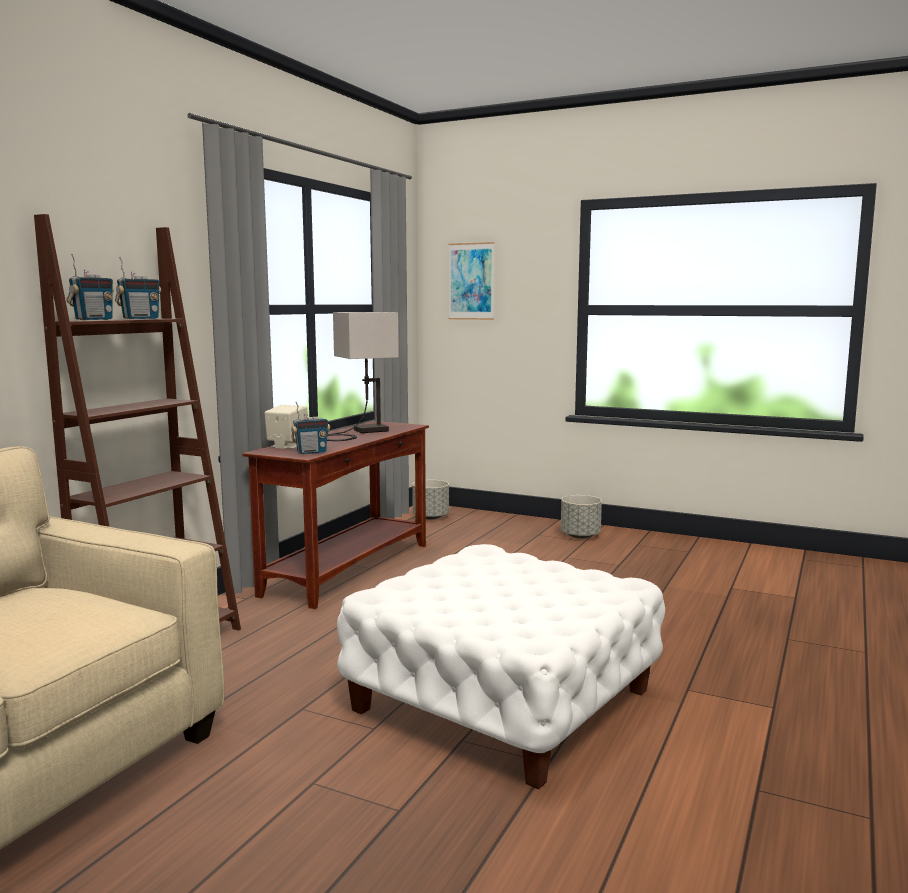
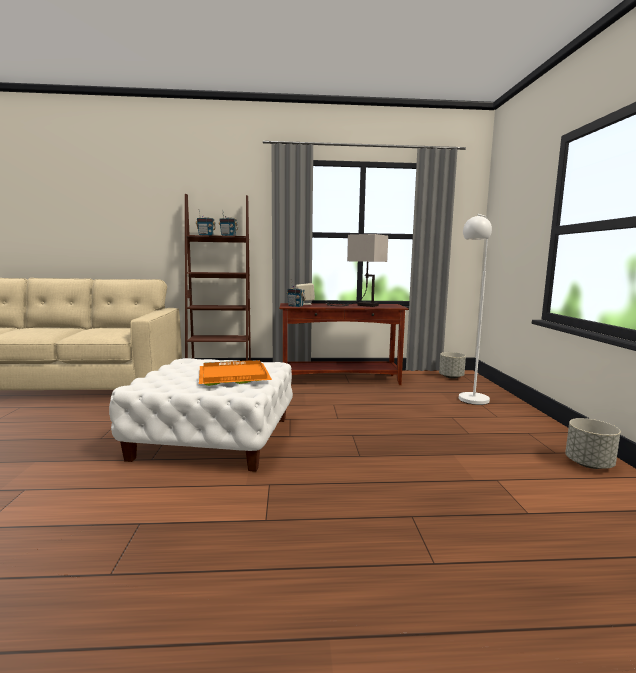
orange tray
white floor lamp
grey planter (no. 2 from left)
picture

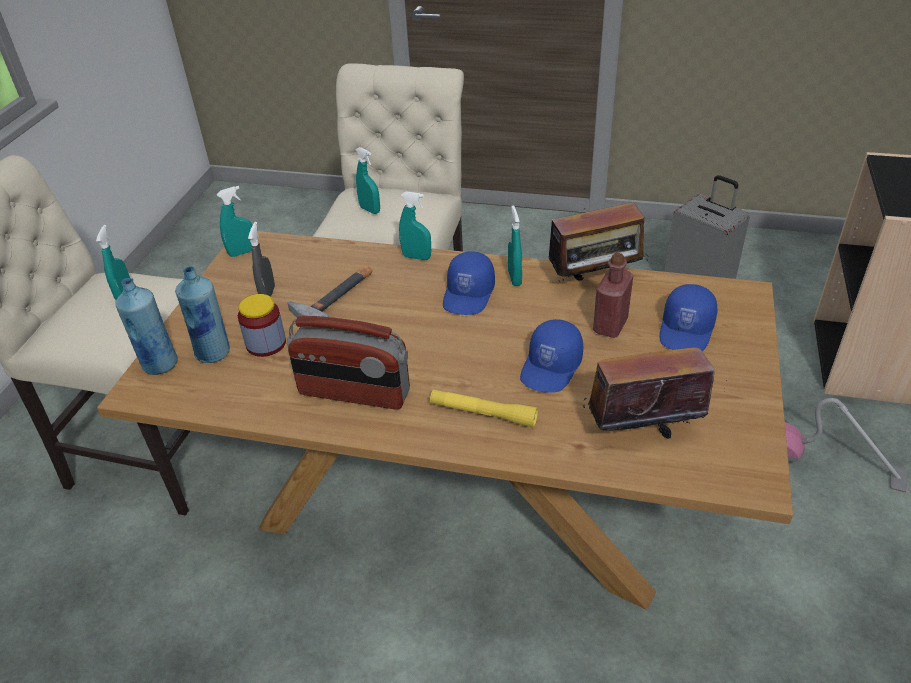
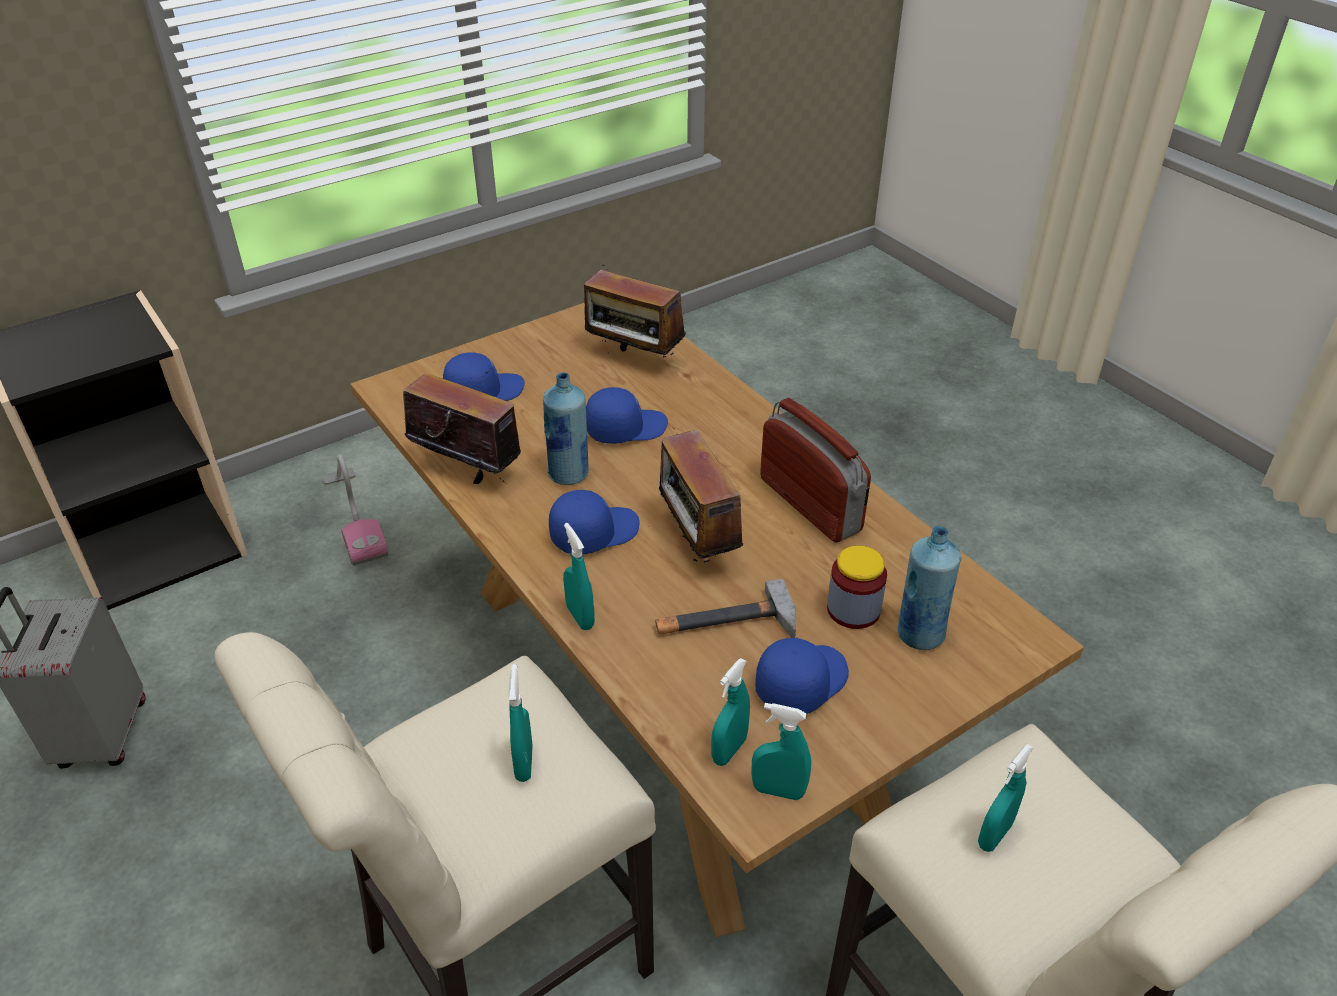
blue bottle (no. 1 from left)
radio (no. 3 from left)
turquoise spray bottle (no. 3 from left)
blue cap (no. 4 from left)
yellow flashlight
red bottle

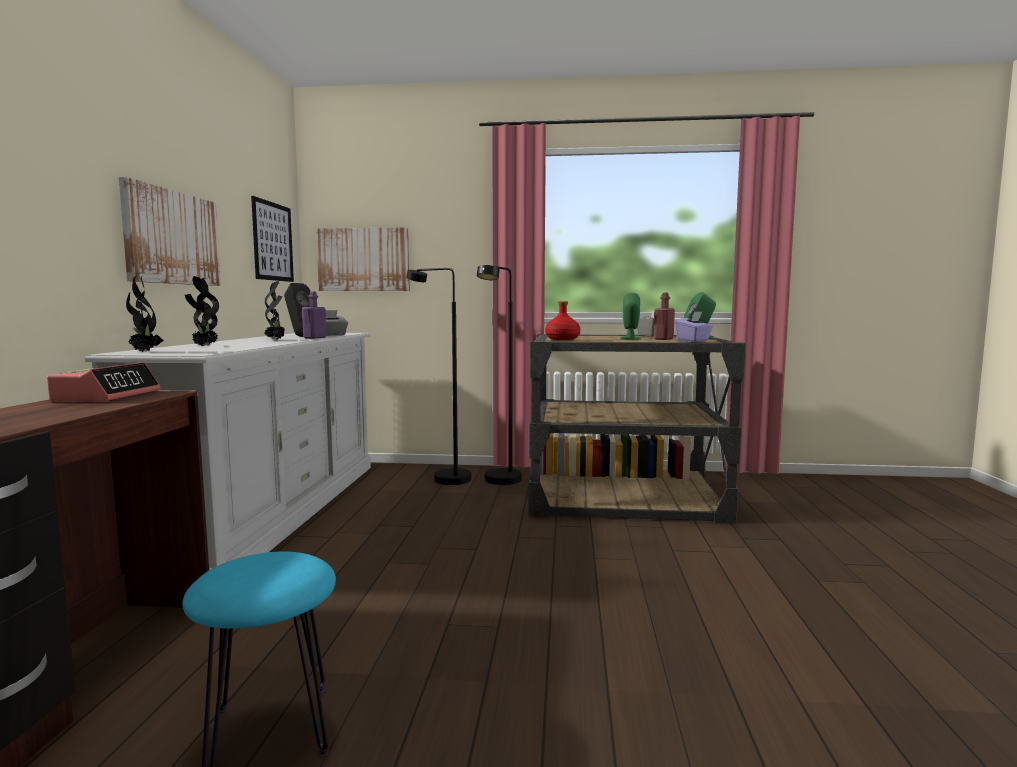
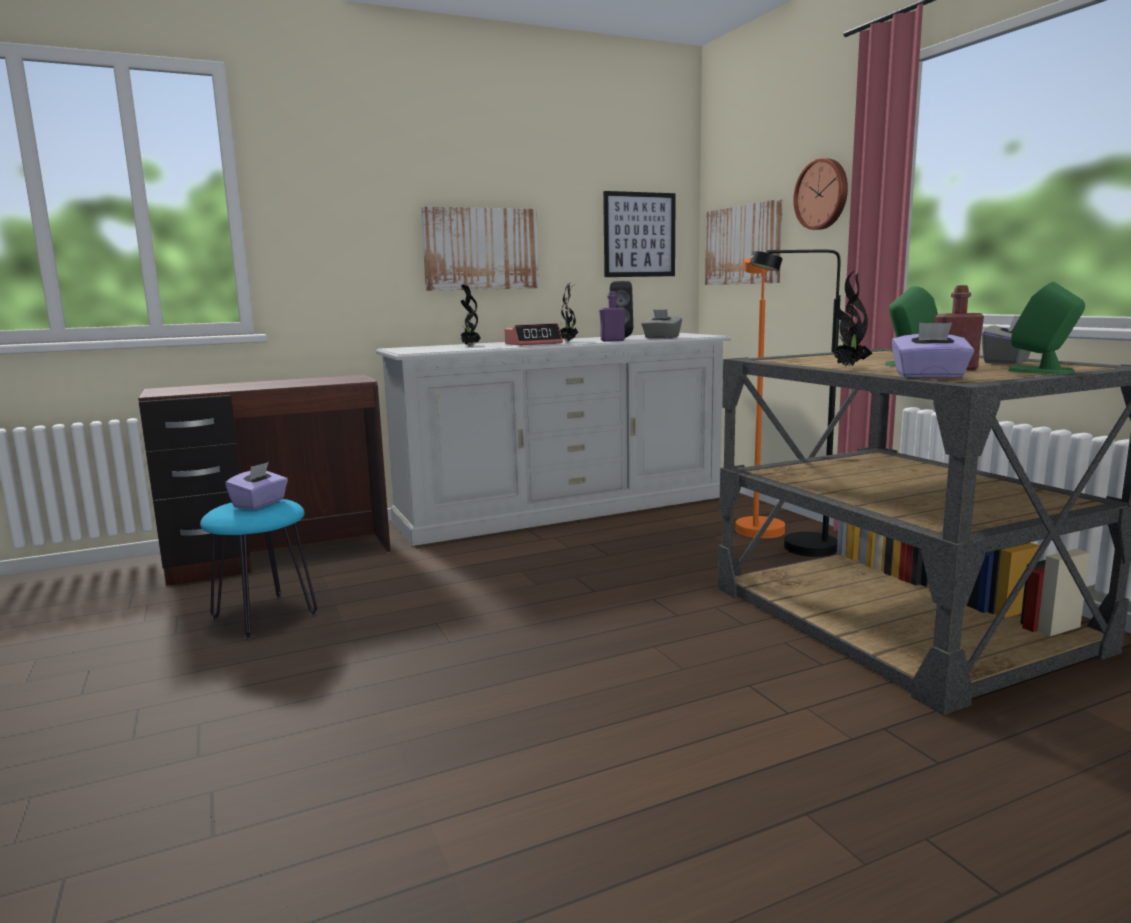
purple tissue box (no. 1 from left)
alarm clock
orange floor lamp
wall clock
potted plant (no. 3 from left)
red bottle (no. 1 from left in the first image)

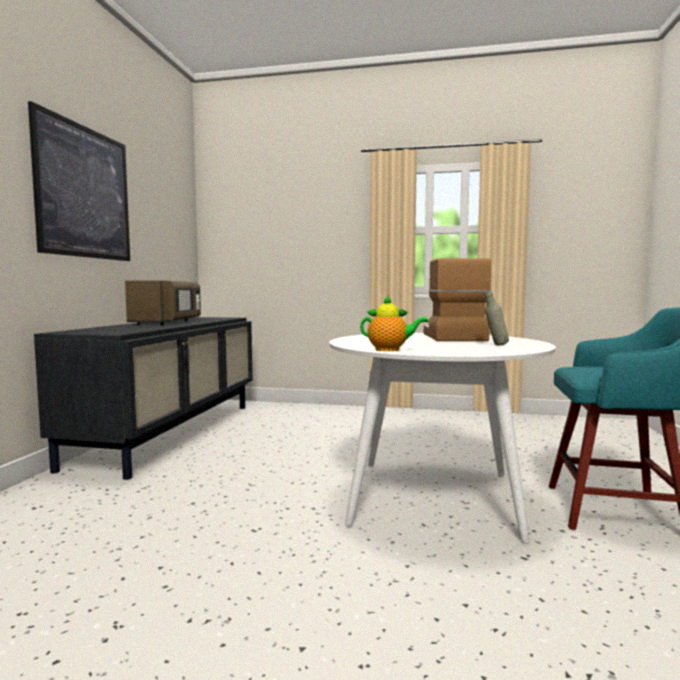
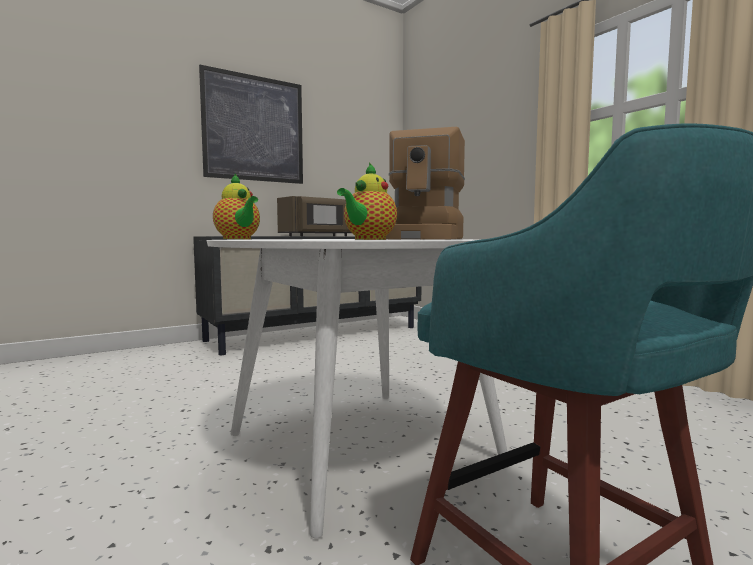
teapot (no. 2 from left)
coffee machine

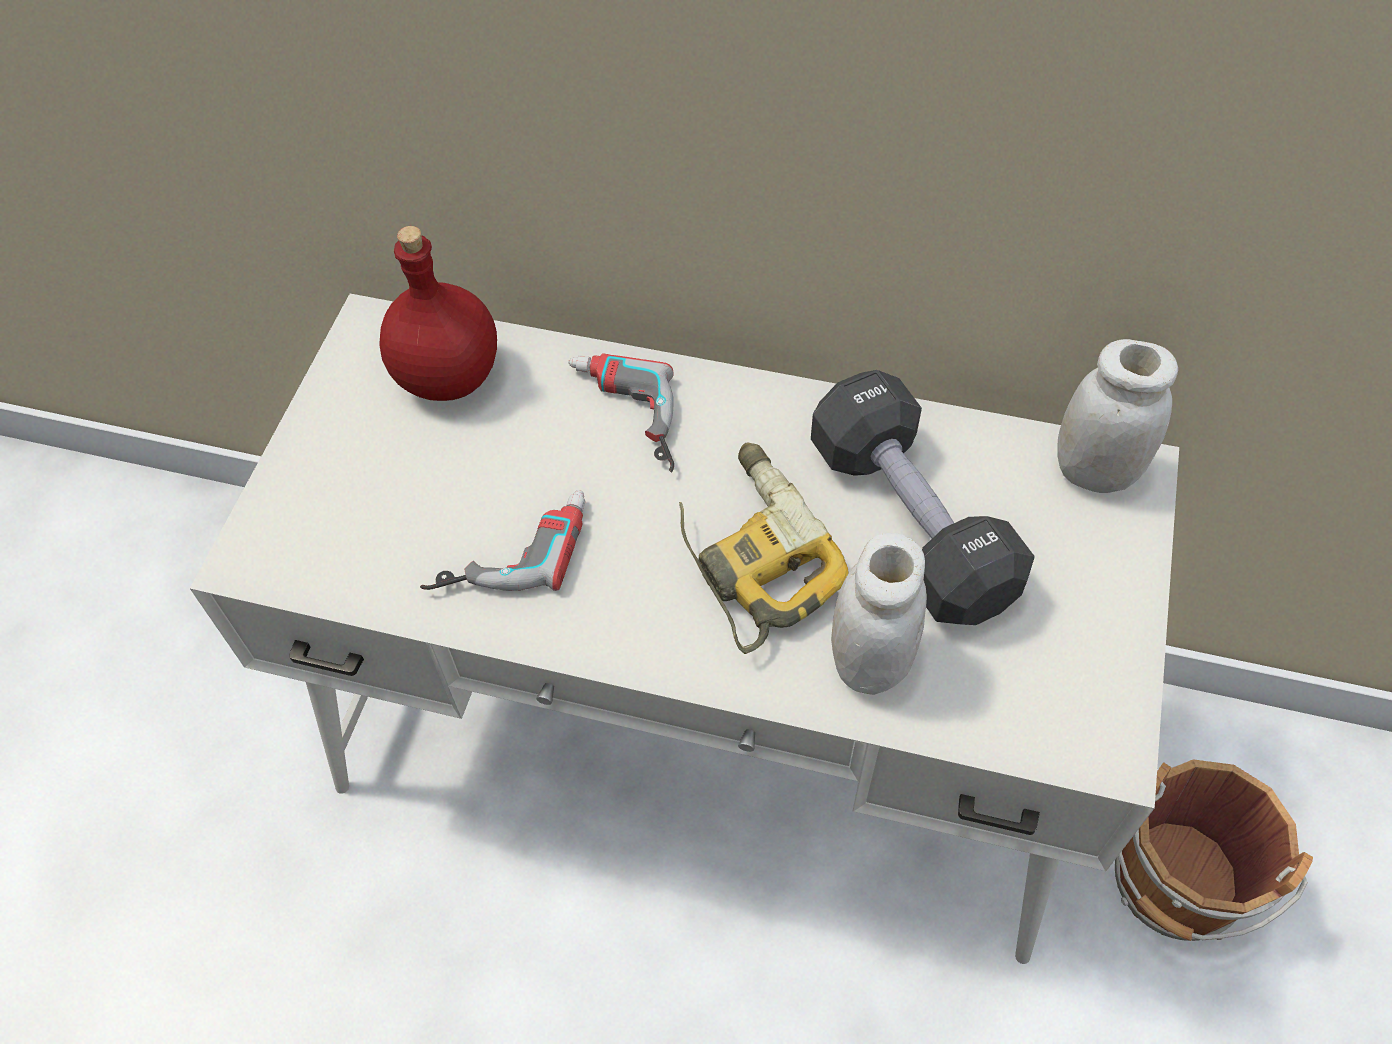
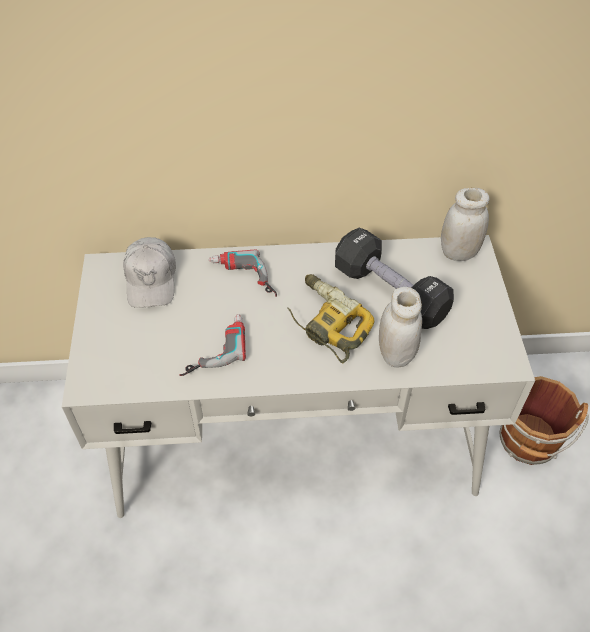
white cap

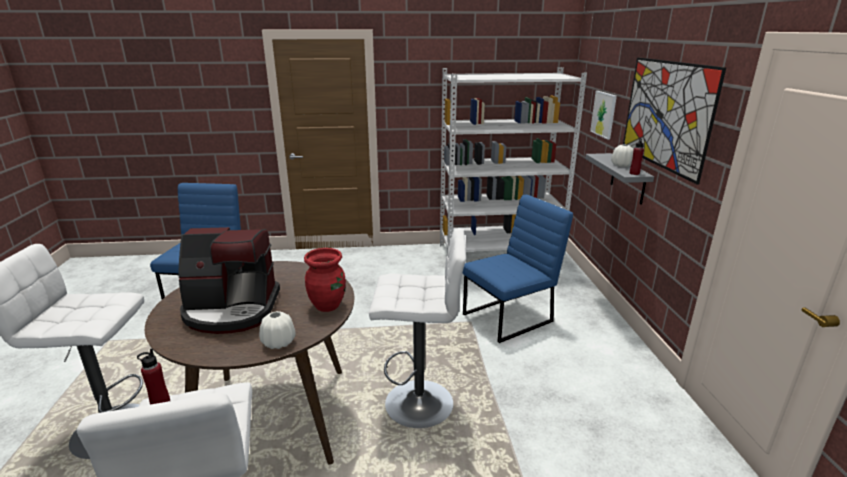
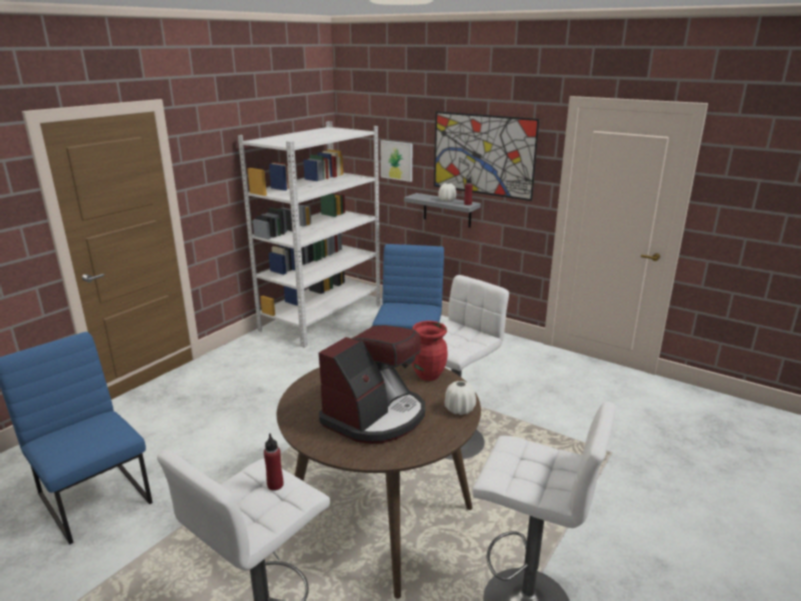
red bottle (no. 1 from left)

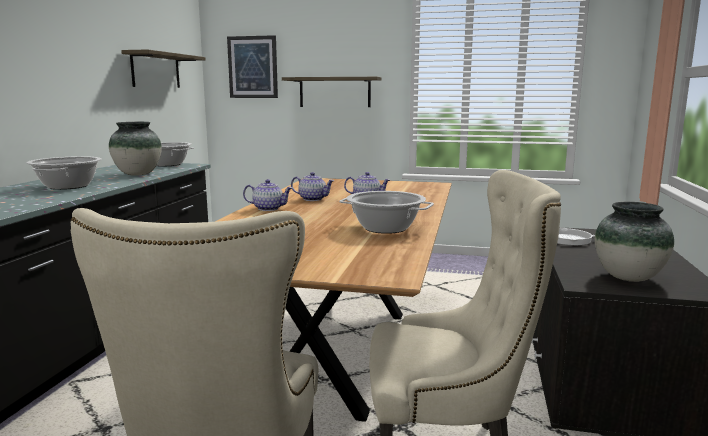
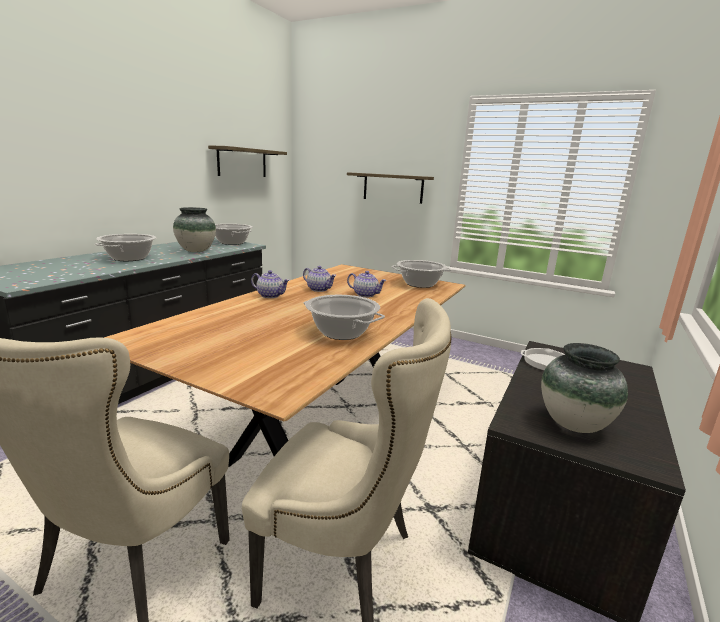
cooking pot (no. 4 from left)
picture

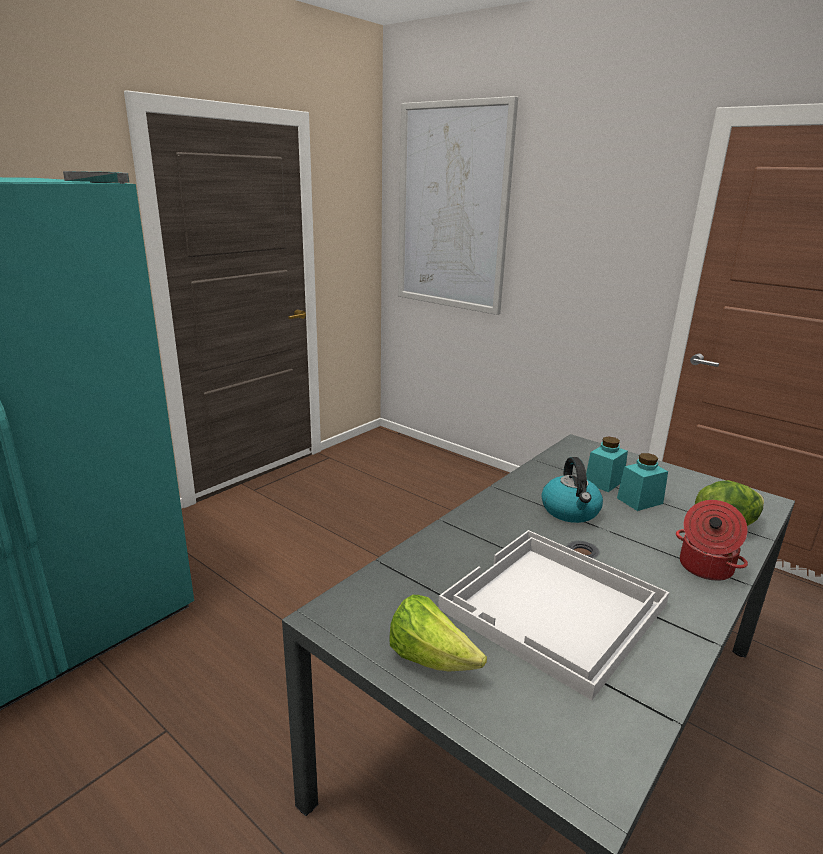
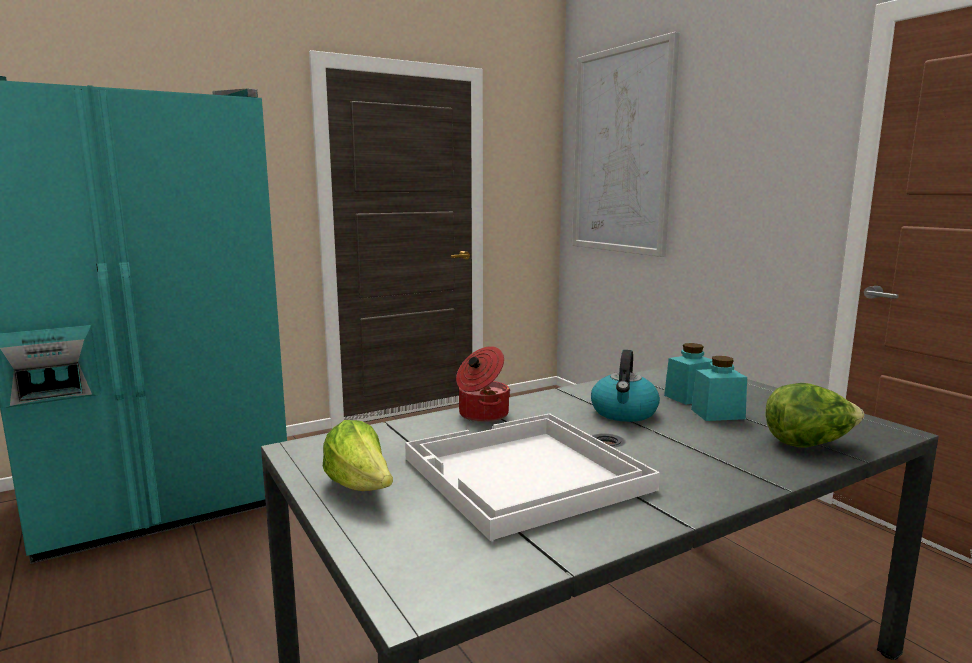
cooking pot

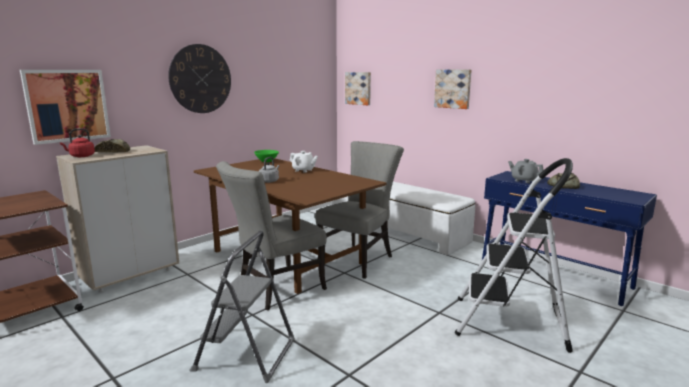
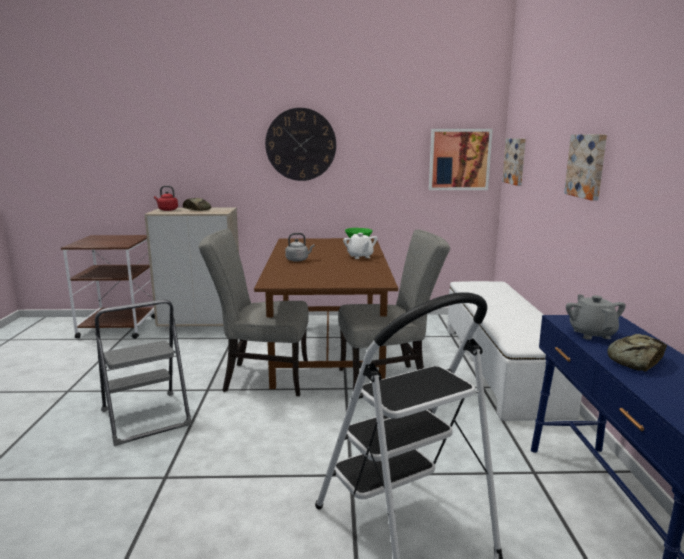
picture (no. 1 from left)

